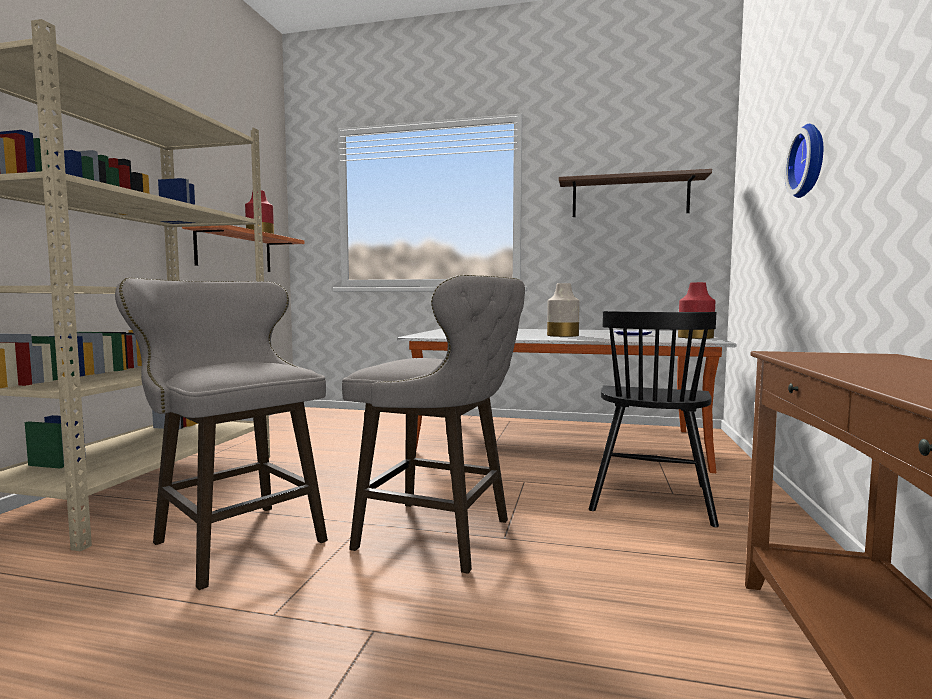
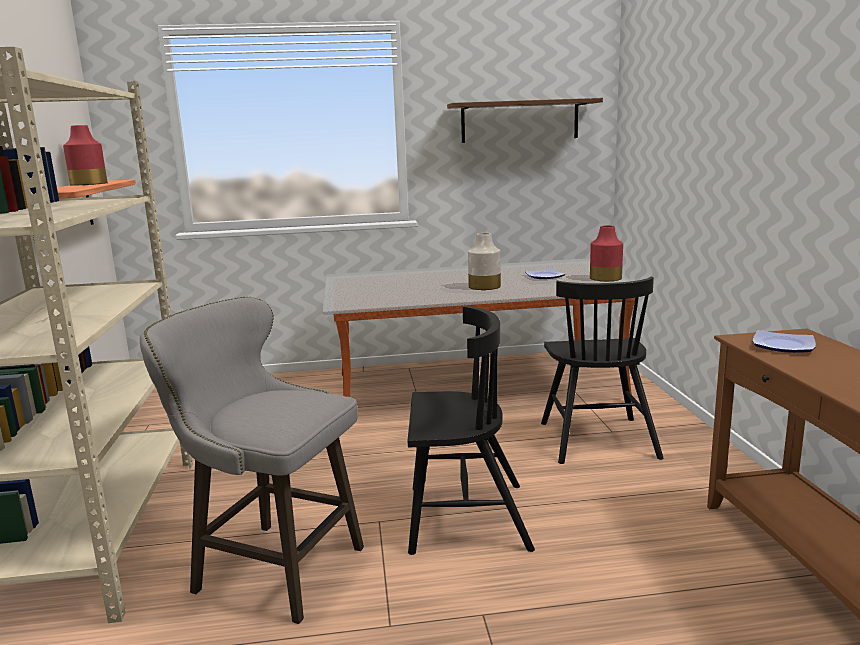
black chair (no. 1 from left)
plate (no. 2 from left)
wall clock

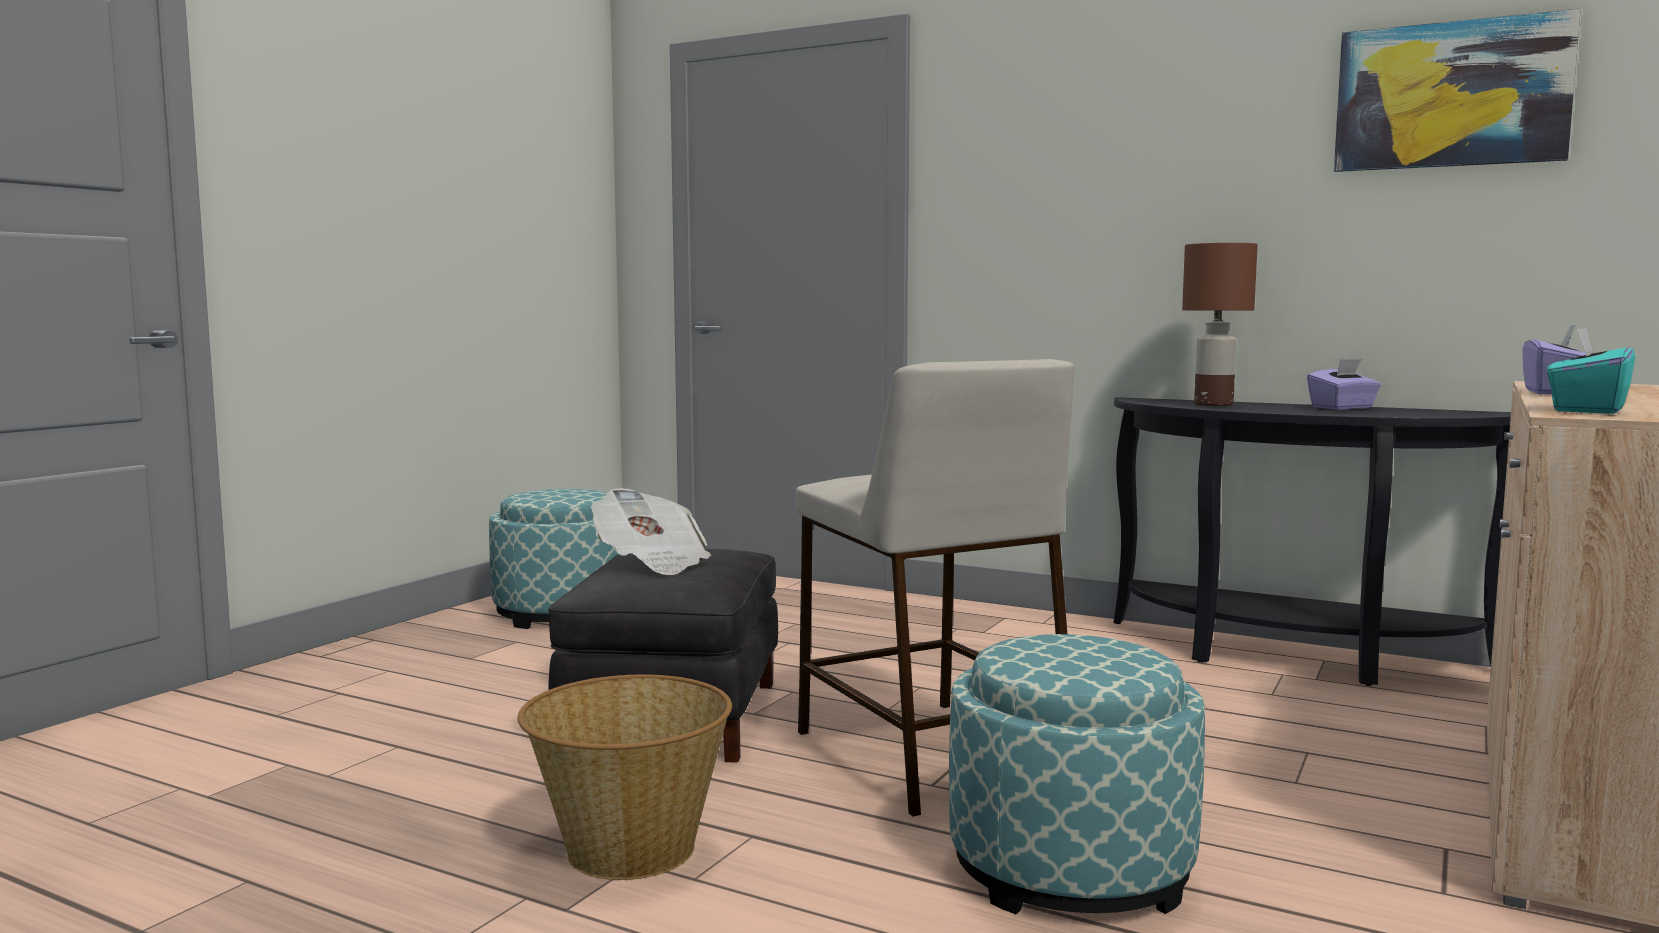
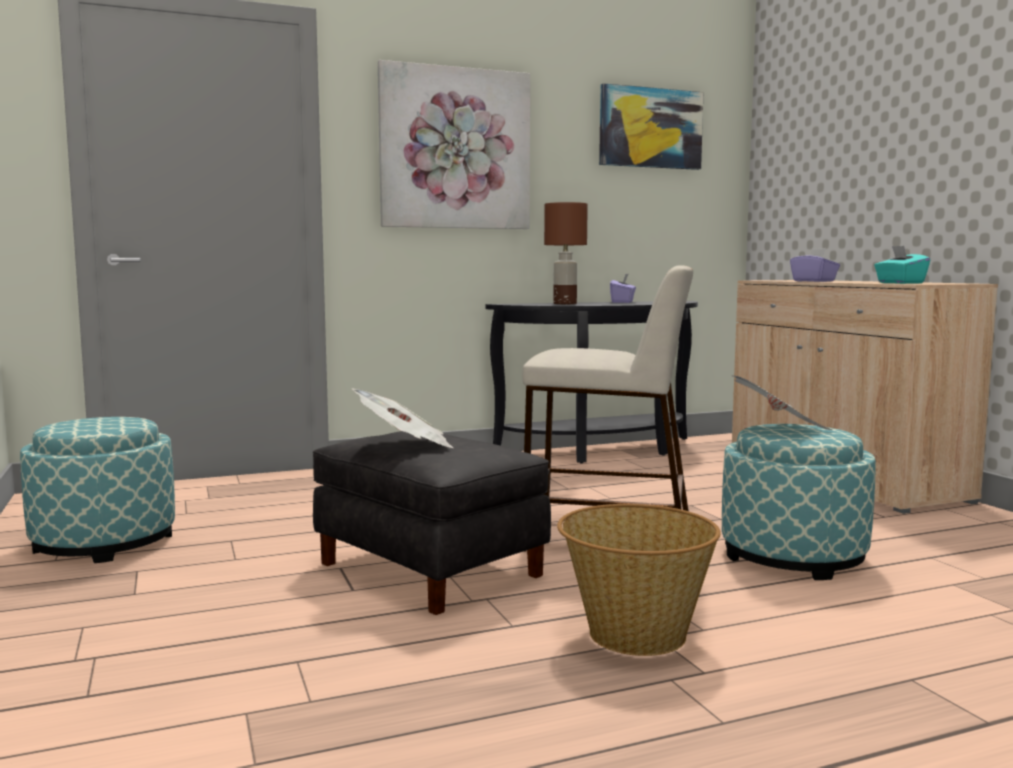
picture (no. 1 from left)
newspaper (no. 2 from left)

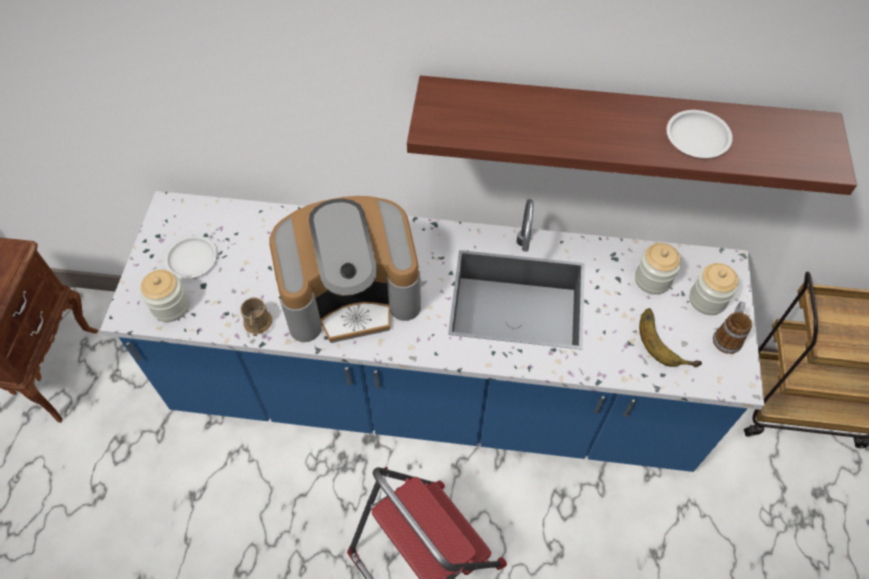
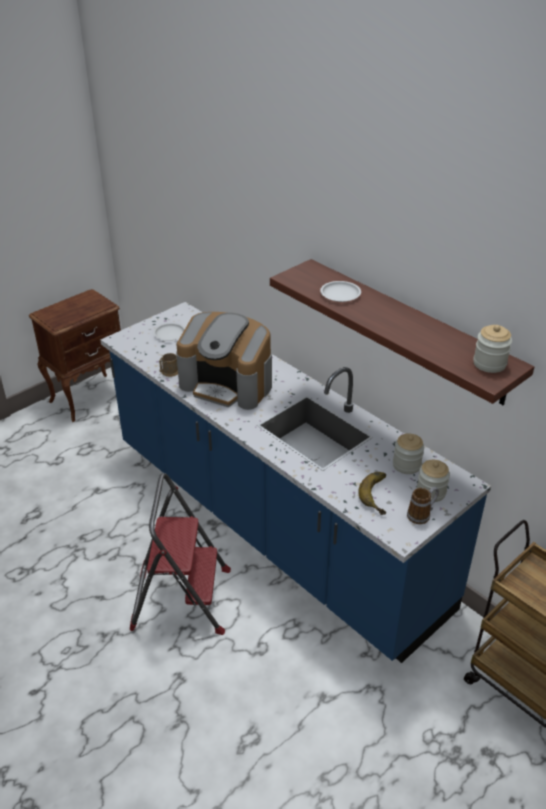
white plate (no. 2 from left)
jar (no. 3 from left)

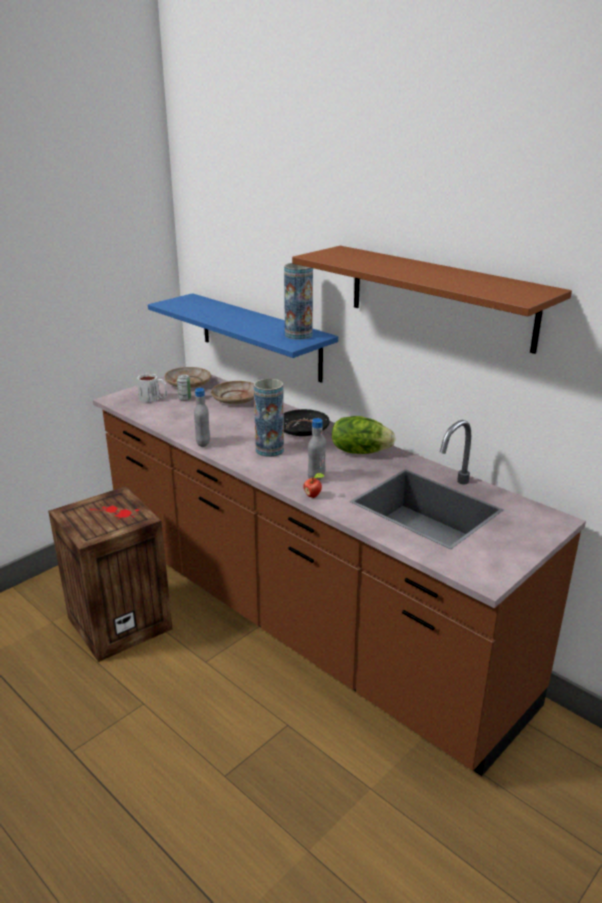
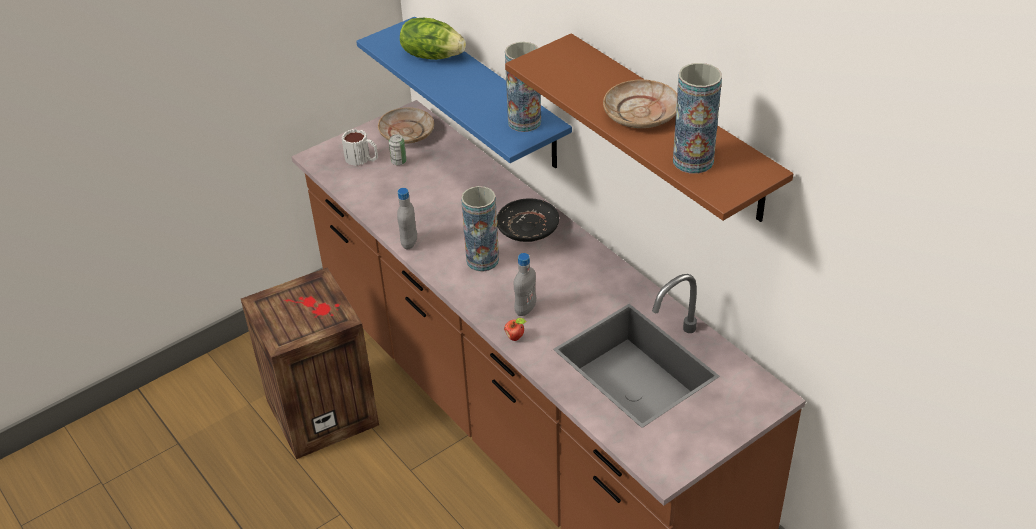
lettuce
beige plate (no. 2 from left)
vase (no. 3 from left)

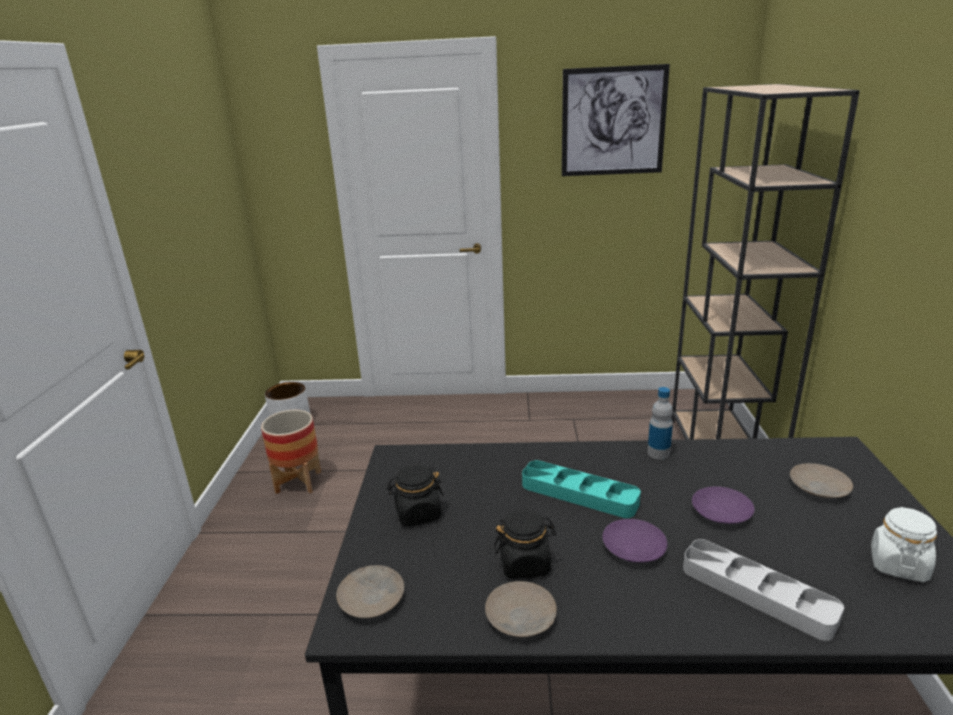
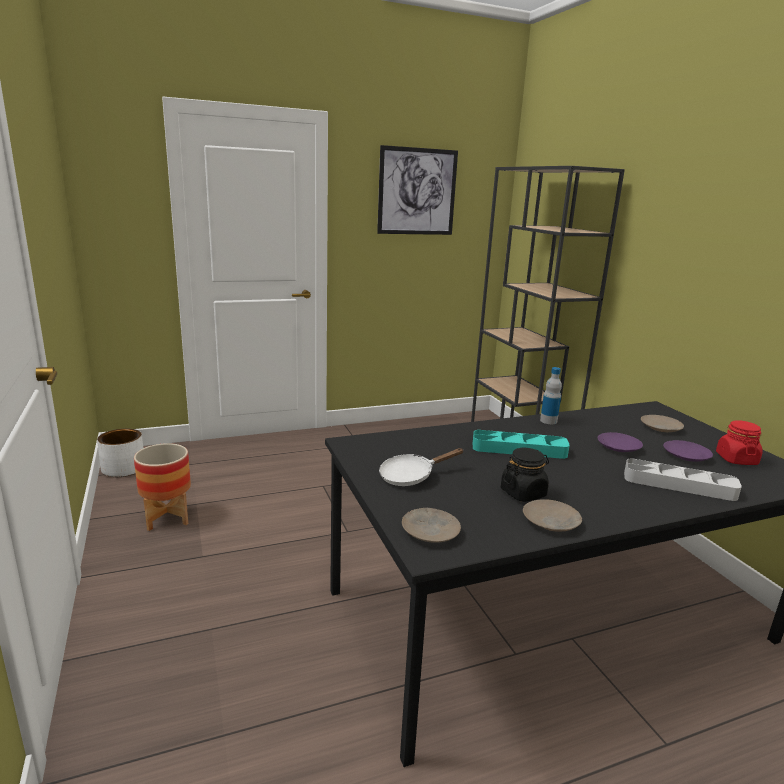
white frying pan
purple plate (no. 2 from left)
red jar

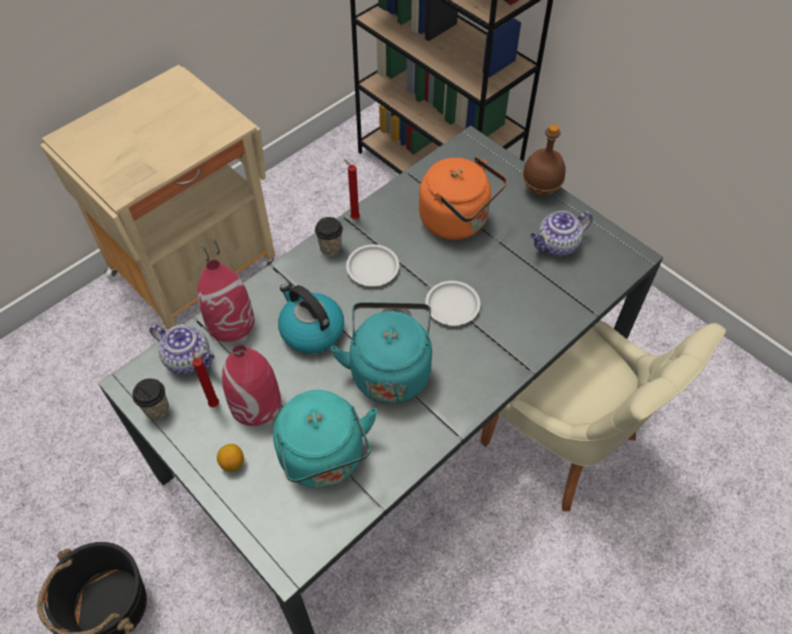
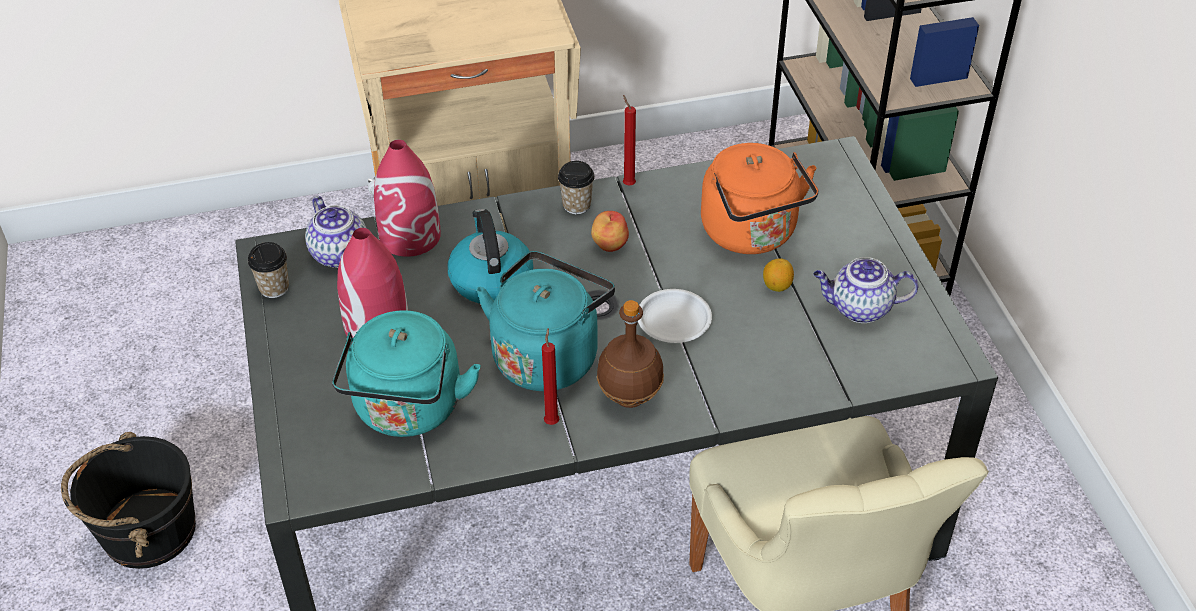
red candle (no. 1 from left)
apple
brown bottle
lemon

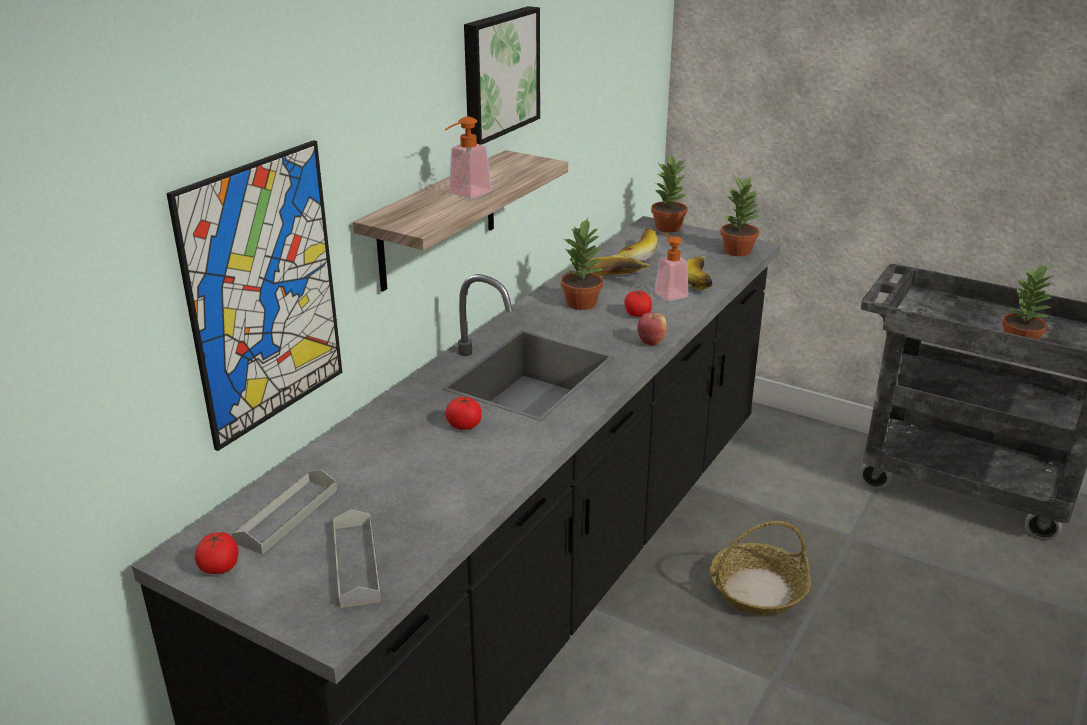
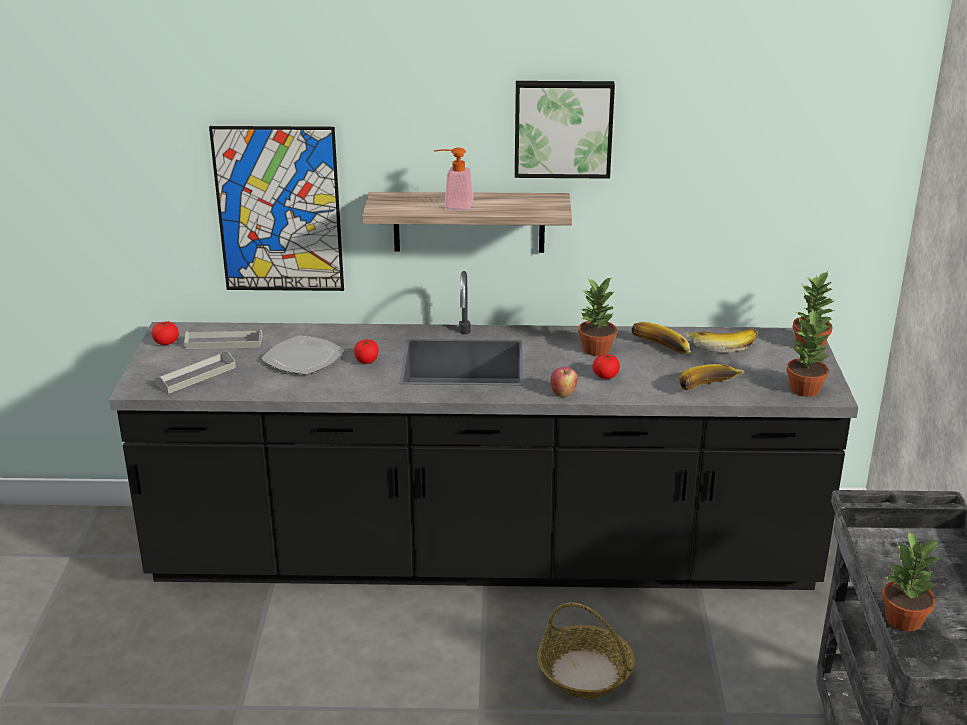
plate
soap dispenser (no. 2 from left in the first image)

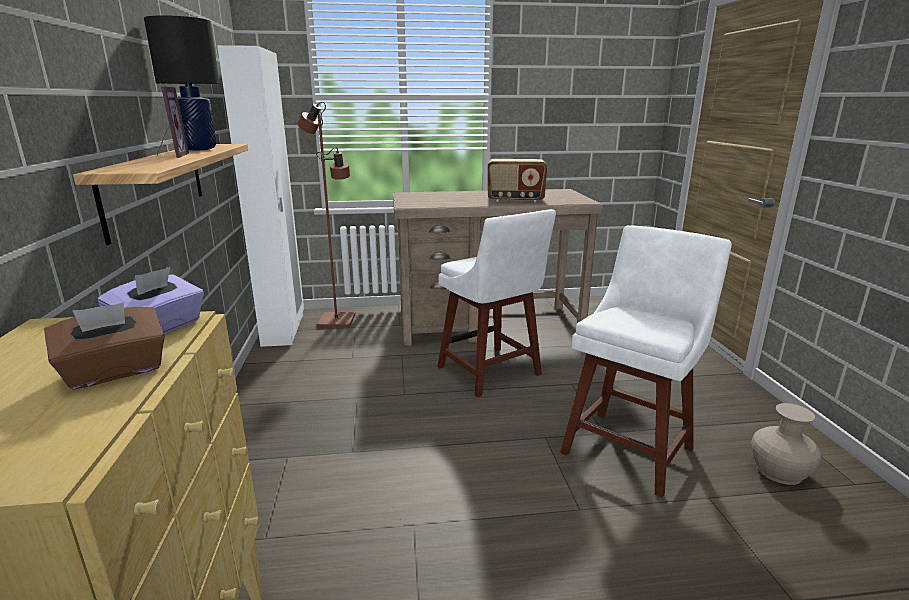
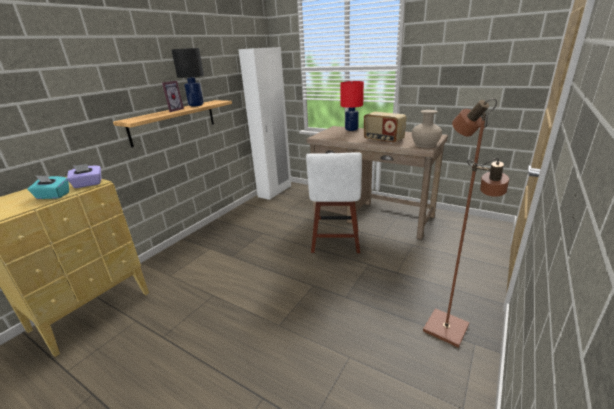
turquoise tissue box
red table lamp
beige vase
brown floor lamp
white chair (no. 2 from left in the first image)

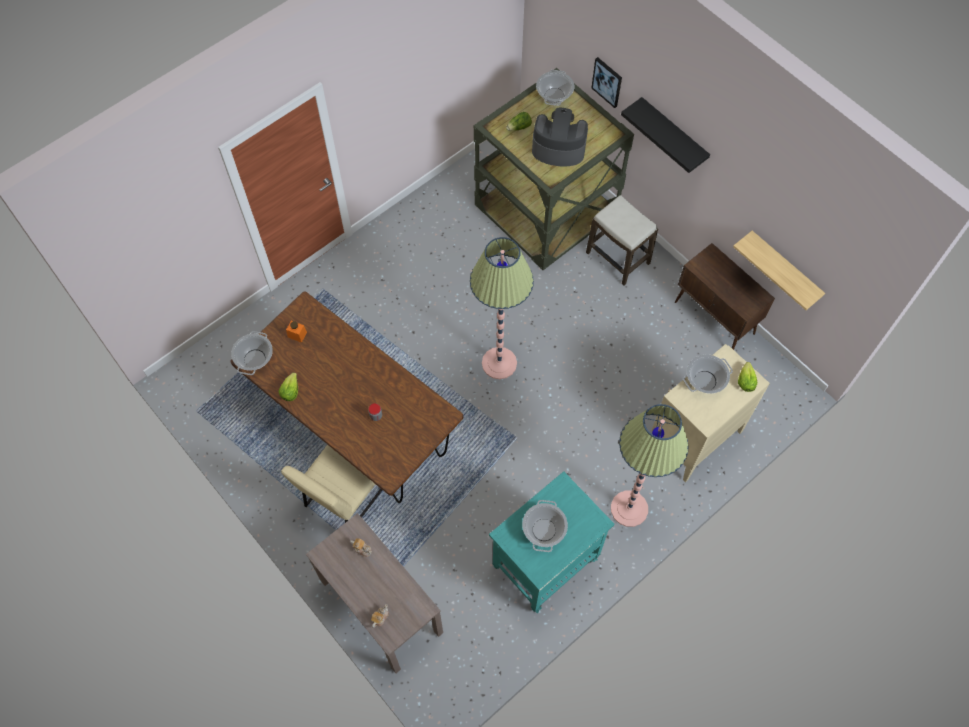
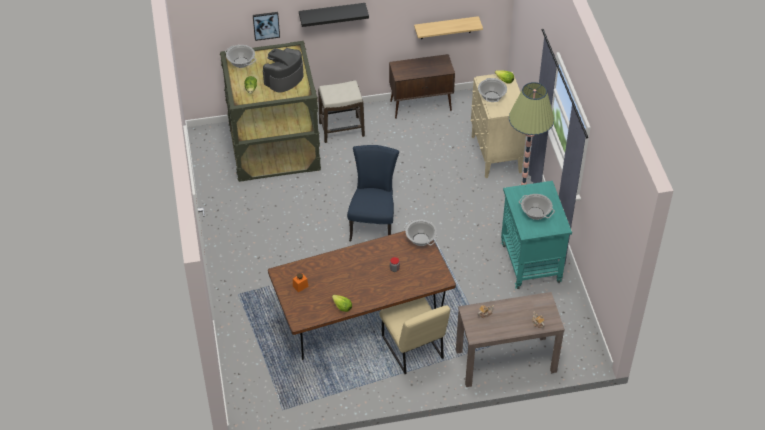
blue chair
cooking pot (no. 2 from left)

